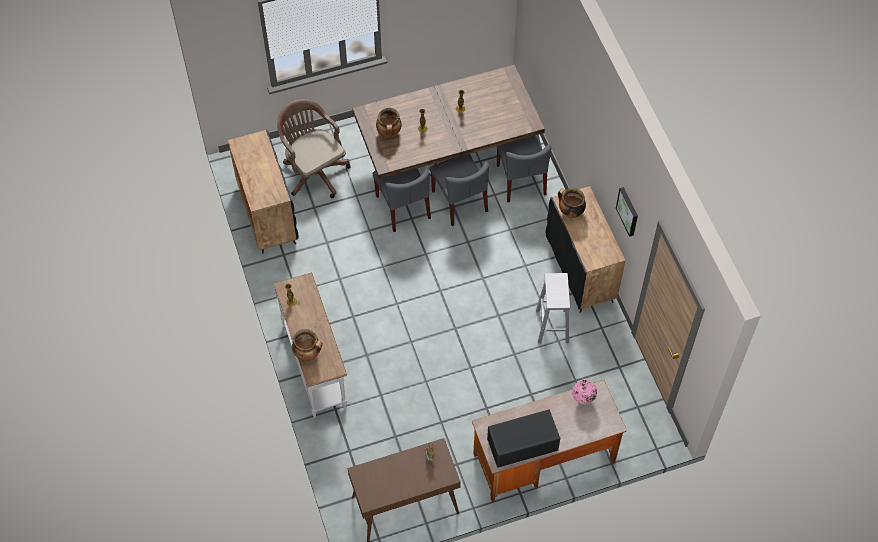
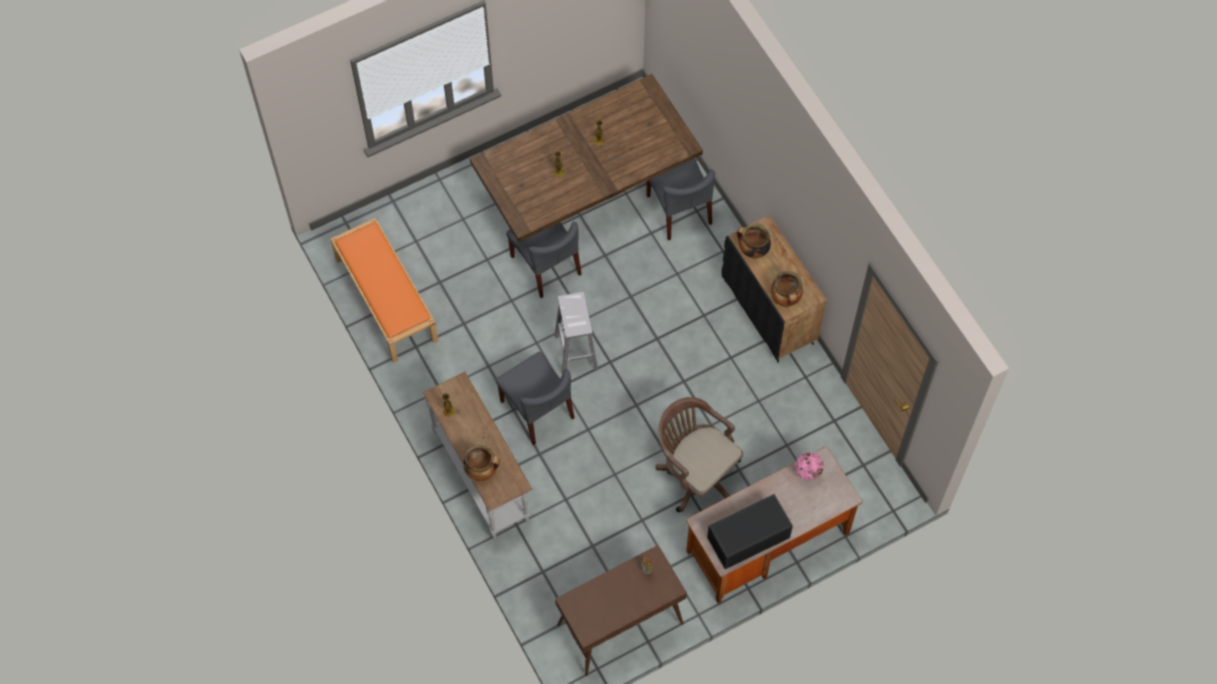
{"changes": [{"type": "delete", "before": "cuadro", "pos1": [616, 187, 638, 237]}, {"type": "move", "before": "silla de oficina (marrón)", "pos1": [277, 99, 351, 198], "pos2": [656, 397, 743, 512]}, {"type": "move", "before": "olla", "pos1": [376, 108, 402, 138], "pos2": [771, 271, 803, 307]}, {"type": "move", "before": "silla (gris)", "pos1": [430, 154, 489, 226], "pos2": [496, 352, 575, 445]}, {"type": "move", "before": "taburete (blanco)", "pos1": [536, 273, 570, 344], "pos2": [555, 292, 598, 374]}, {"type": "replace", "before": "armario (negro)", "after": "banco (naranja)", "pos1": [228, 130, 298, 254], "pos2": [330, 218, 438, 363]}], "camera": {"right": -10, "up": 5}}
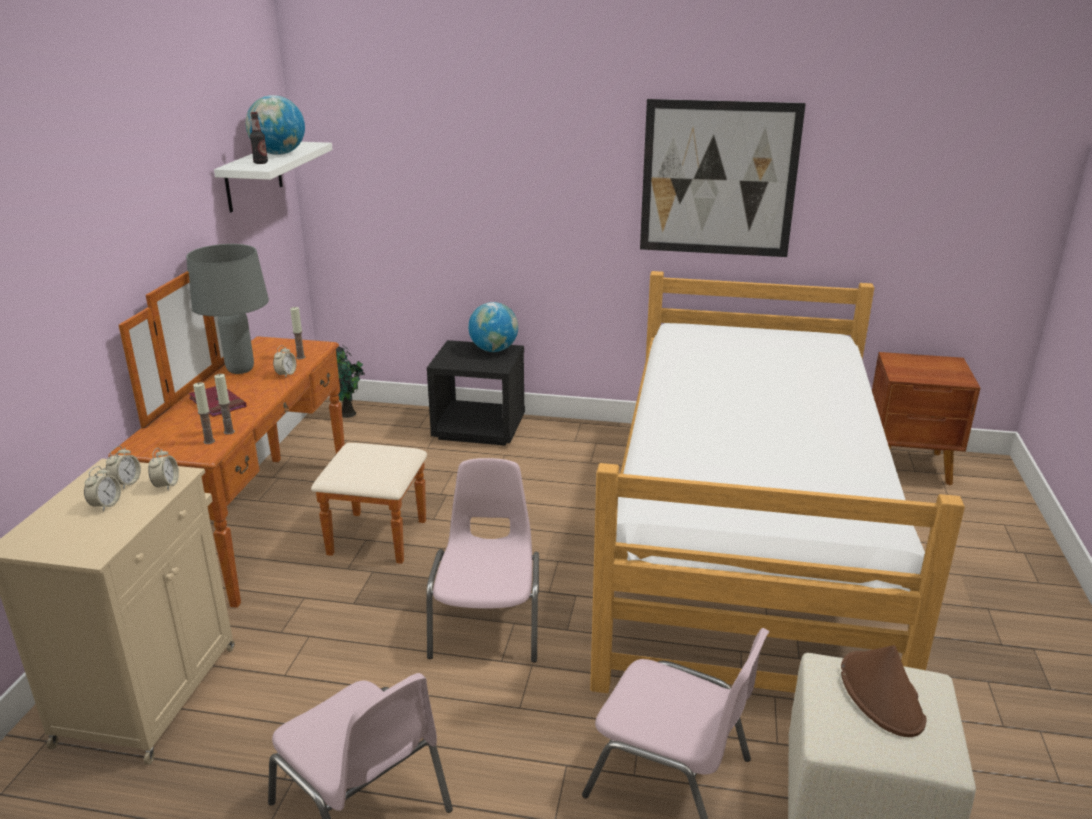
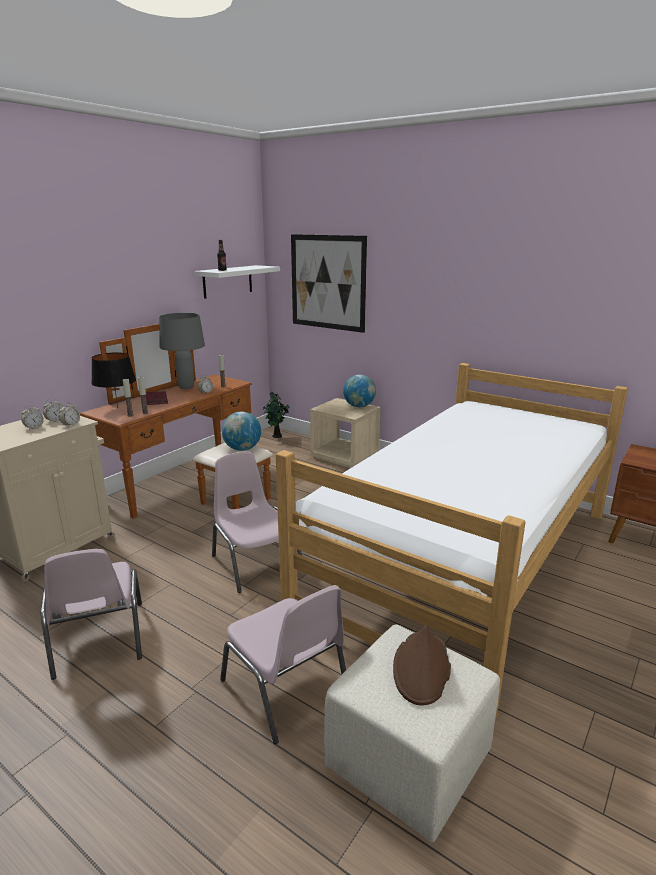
{"changes": [{"type": "insert", "after": "lámpara de mesa (negro)", "pos2": [91, 352, 136, 408]}, {"type": "move", "before": "globo terráqueo", "pos1": [246, 95, 305, 155], "pos2": [222, 412, 261, 451]}, {"type": "move", "before": "cuadro", "pos1": [640, 99, 806, 257], "pos2": [291, 234, 367, 333]}, {"type": "recolor", "before": "mesita de noche (negro)", "after": "mesita de noche (beis)", "pos1": [427, 340, 525, 446], "pos2": [310, 398, 381, 468]}, {"type": "rotate", "before": "silla (rosa)", "pos1": [426, 458, 539, 662], "pos2": [212, 451, 302, 593], "turn": -60}], "camera": {"right": 25, "up": -5}}
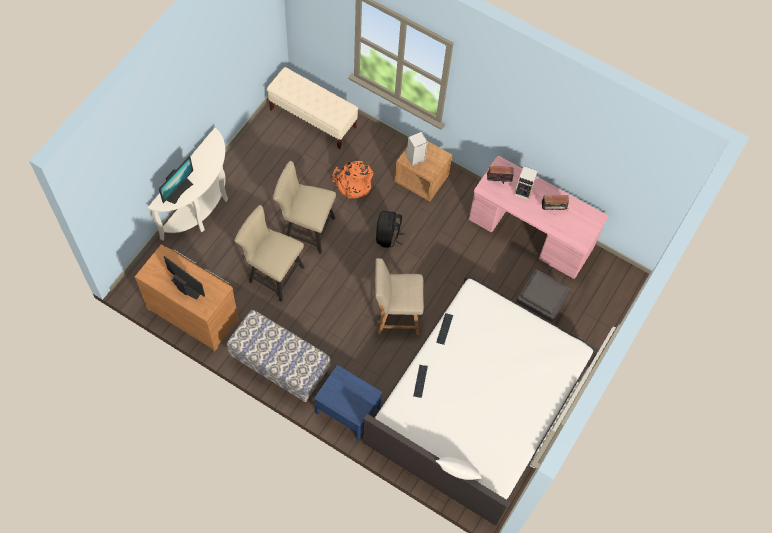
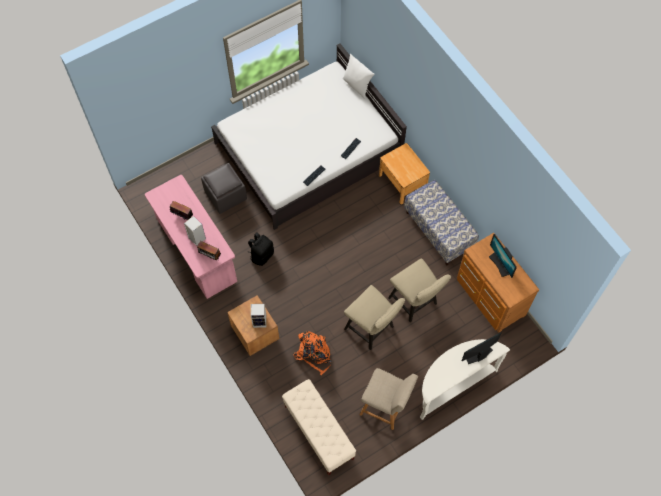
{"changes": [{"type": "move", "before": "silla (beis)", "pos1": [375, 258, 424, 335], "pos2": [360, 368, 418, 430]}, {"type": "move", "before": "mochila (negro)", "pos1": [376, 211, 405, 248], "pos2": [248, 232, 274, 266]}, {"type": "recolor", "before": "mesita de noche (azul)", "after": "mesita de noche (marrón)", "pos1": [315, 365, 382, 440], "pos2": [379, 143, 430, 205]}], "camera": {"right": -150, "up": 0}}
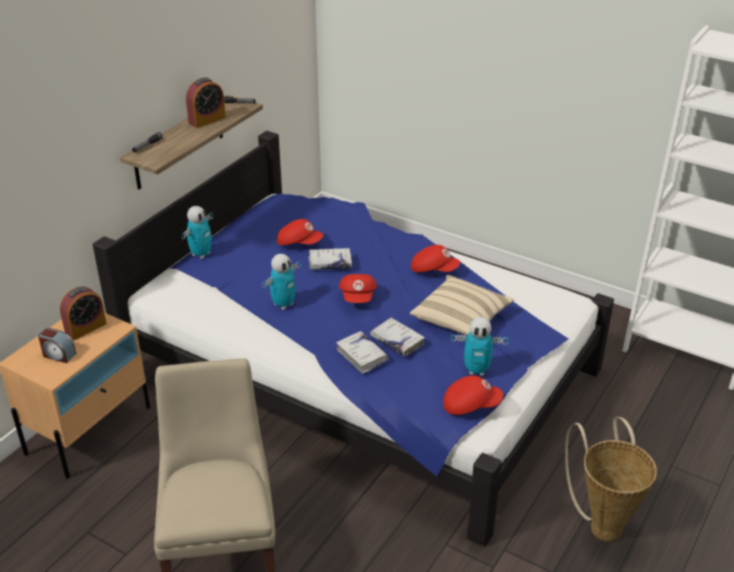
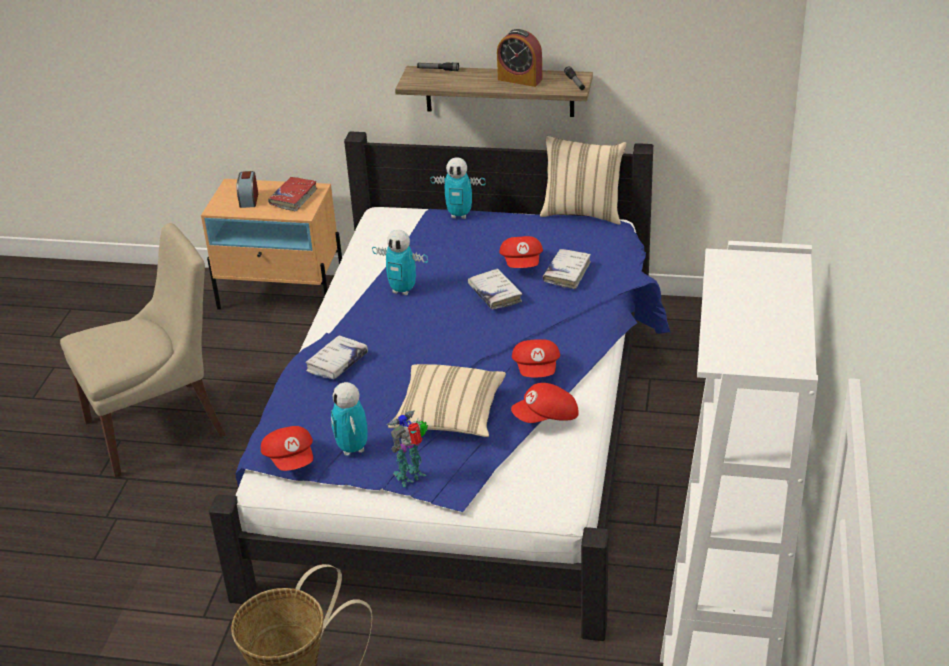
{"changes": [{"type": "insert", "after": "robot de juguete", "pos2": [387, 411, 428, 487]}, {"type": "insert", "after": "cojín (beis)", "pos2": [540, 136, 626, 225]}, {"type": "move", "before": "gorra (rojo)", "pos1": [339, 274, 377, 303], "pos2": [511, 383, 579, 423]}, {"type": "move", "before": "libro (blanco)", "pos1": [370, 318, 425, 356], "pos2": [543, 249, 591, 289]}, {"type": "replace", "before": "despertador", "after": "libro (rojo)", "pos1": [60, 286, 107, 340], "pos2": [268, 177, 318, 211]}], "camera": {"right": 70, "up": 0}}
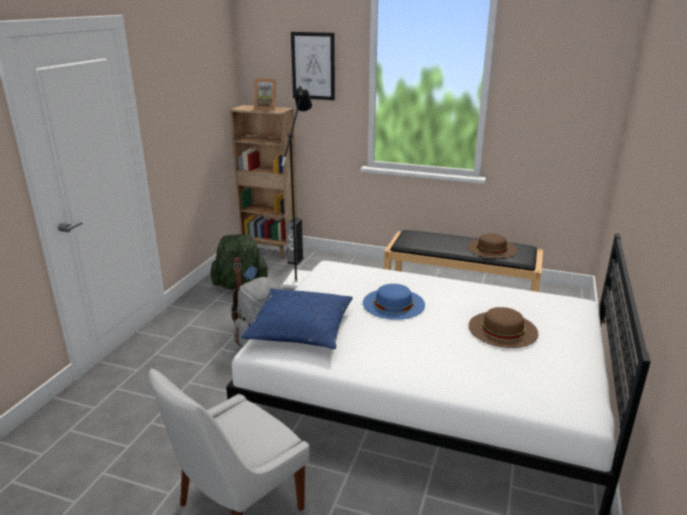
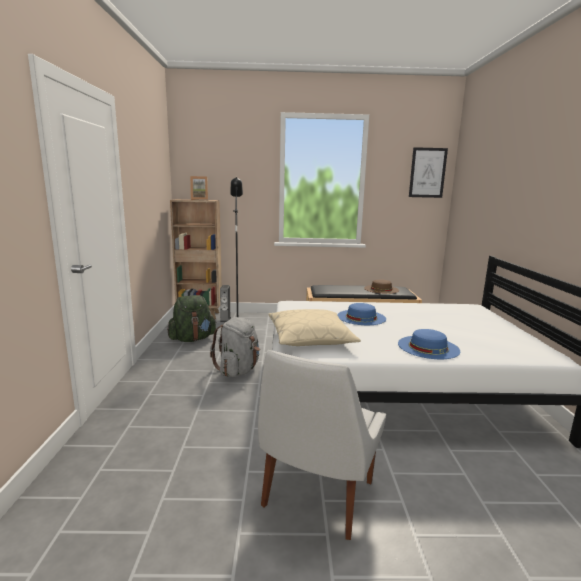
{"changes": [{"type": "delete", "before": "sombrero (marrón)", "pos1": [469, 307, 538, 348]}, {"type": "insert", "after": "sombrero (azul)", "pos2": [398, 329, 460, 359]}, {"type": "move", "before": "cuadro", "pos1": [291, 32, 335, 100], "pos2": [409, 147, 448, 198]}, {"type": "recolor", "before": "cojín (azul)", "after": "cojín (beis)", "pos1": [241, 288, 353, 349], "pos2": [269, 309, 361, 346]}], "camera": {"right": -20, "up": -10}}
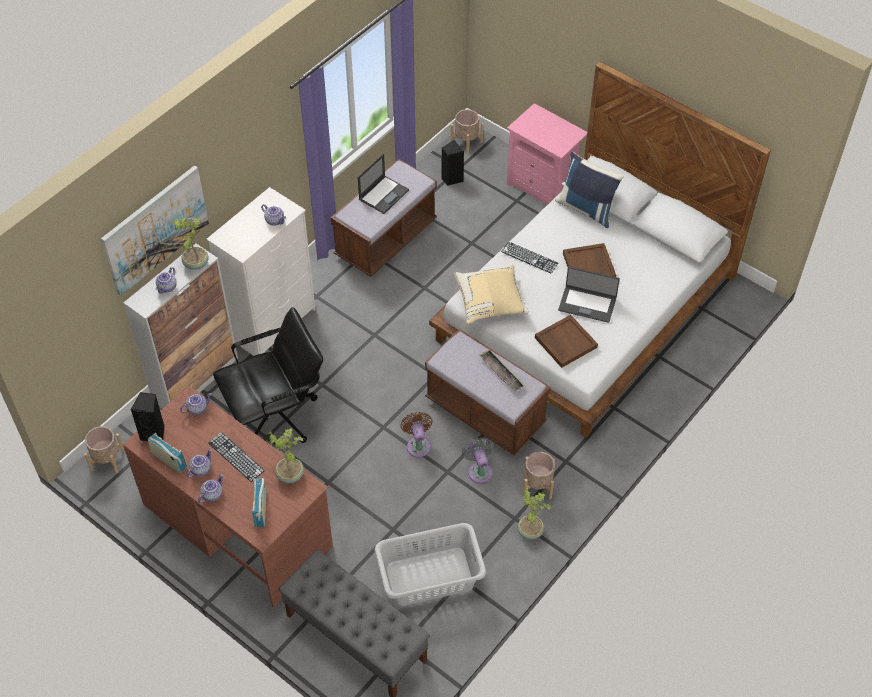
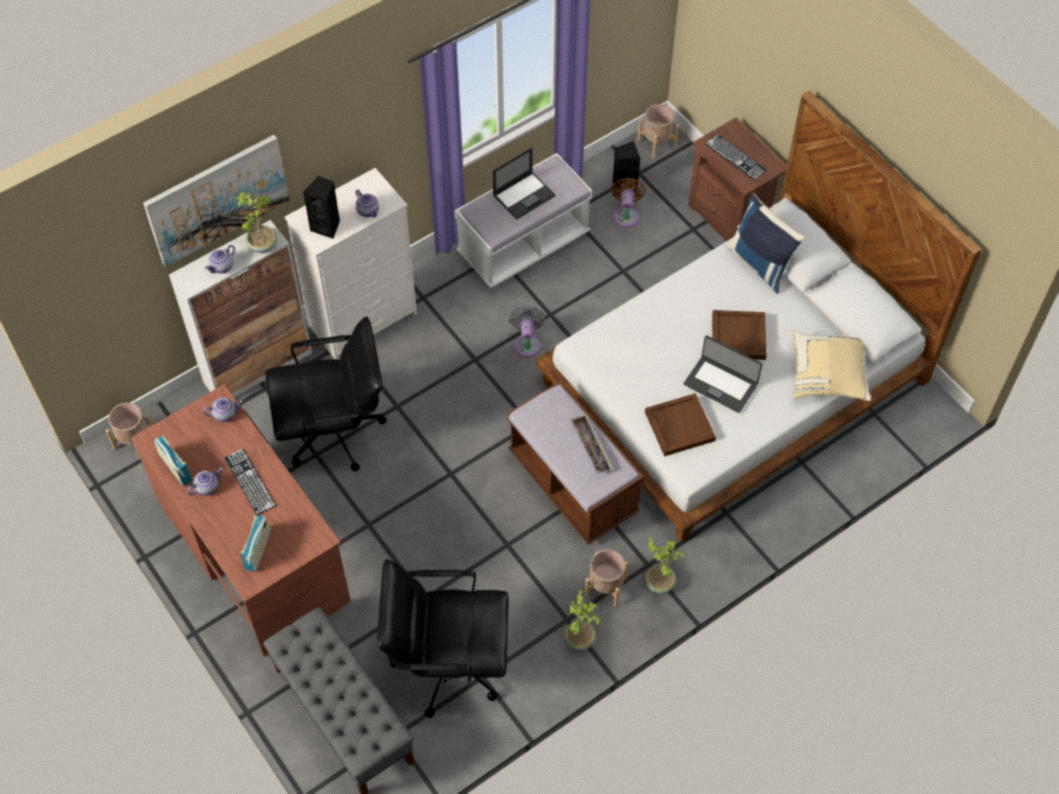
{"changes": [{"type": "delete", "before": "tetera", "pos1": [198, 474, 223, 503]}, {"type": "move", "before": "altavoz (negro)", "pos1": [131, 392, 165, 441], "pos2": [303, 176, 340, 239]}, {"type": "move", "before": "planta en maceta", "pos1": [268, 428, 304, 483], "pos2": [645, 537, 686, 594]}, {"type": "move", "before": "ventilador (marrón)", "pos1": [400, 412, 433, 458], "pos2": [611, 178, 645, 228]}, {"type": "move", "before": "cojín (beis)", "pos1": [454, 265, 529, 324], "pos2": [792, 330, 871, 401]}, {"type": "move", "before": "ventilador (gris)", "pos1": [462, 438, 494, 484], "pos2": [509, 306, 545, 357]}, {"type": "move", "before": "teclado", "pos1": [501, 242, 558, 274], "pos2": [705, 134, 766, 180]}, {"type": "replace", "before": "cesto de la ropa (gris)", "after": "silla de oficina (negro)", "pos1": [374, 523, 486, 606], "pos2": [377, 559, 509, 718]}, {"type": "recolor", "before": "banco (marrón)", "after": "banco (blanco)", "pos1": [331, 159, 437, 277], "pos2": [455, 153, 592, 288]}, {"type": "recolor", "before": "mesita de noche (rosa)", "after": "mesita de noche (marrón)", "pos1": [507, 103, 587, 205], "pos2": [688, 118, 787, 241]}], "camera": {"right": 15, "up": 5}}
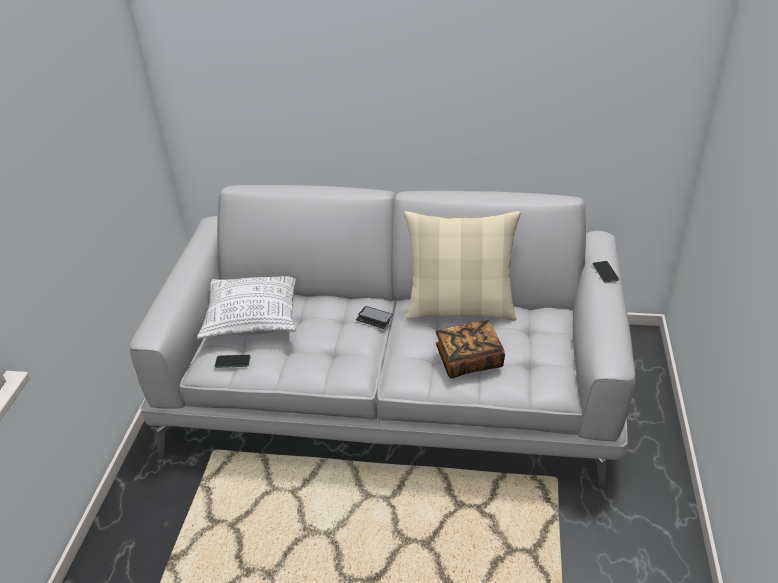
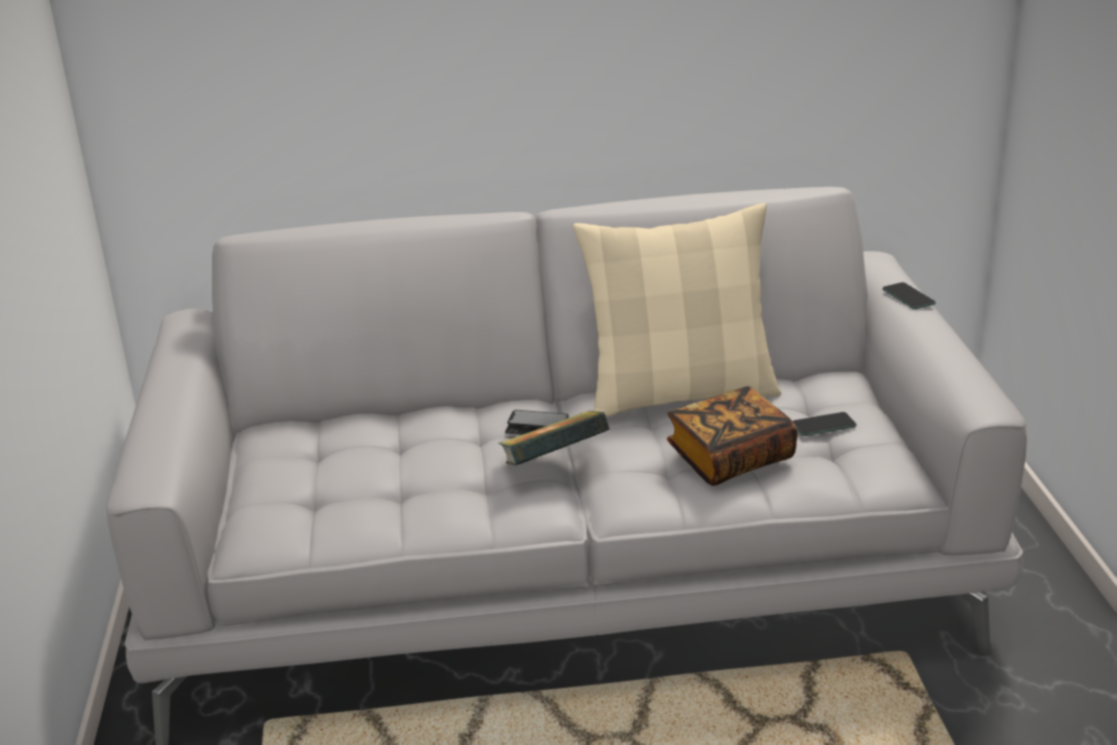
{"changes": [{"type": "delete", "before": "cojín", "pos1": [197, 276, 296, 339]}, {"type": "insert", "after": "libro", "pos2": [499, 411, 610, 466]}, {"type": "move", "before": "móvil", "pos1": [215, 355, 251, 368], "pos2": [793, 412, 856, 436]}], "camera": {"right": -15, "up": -10}}
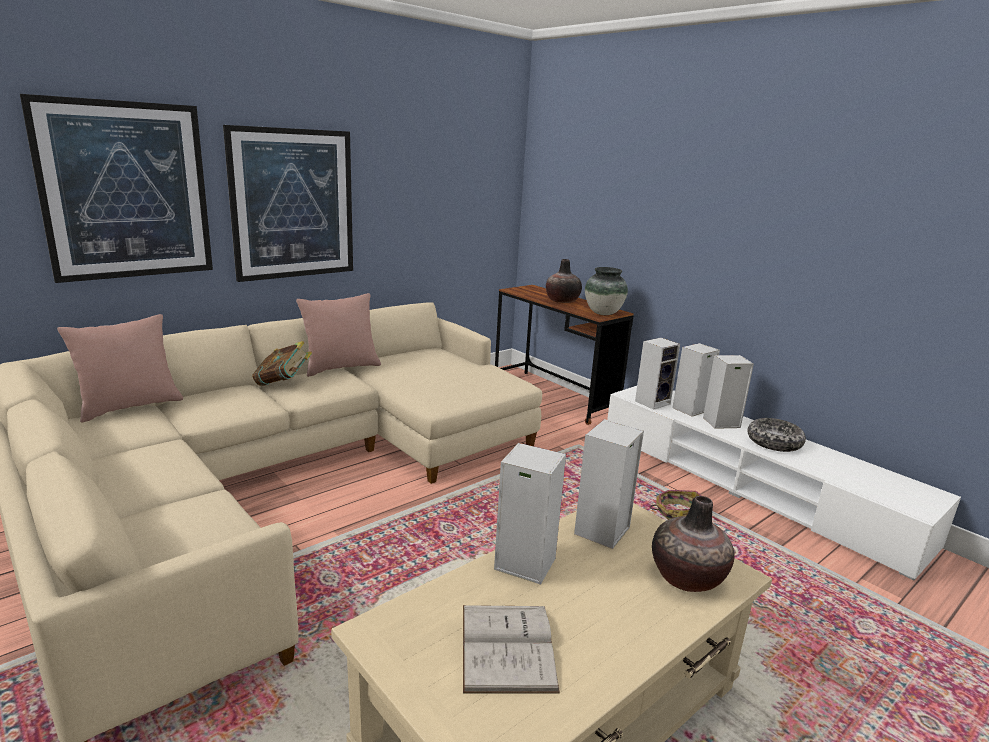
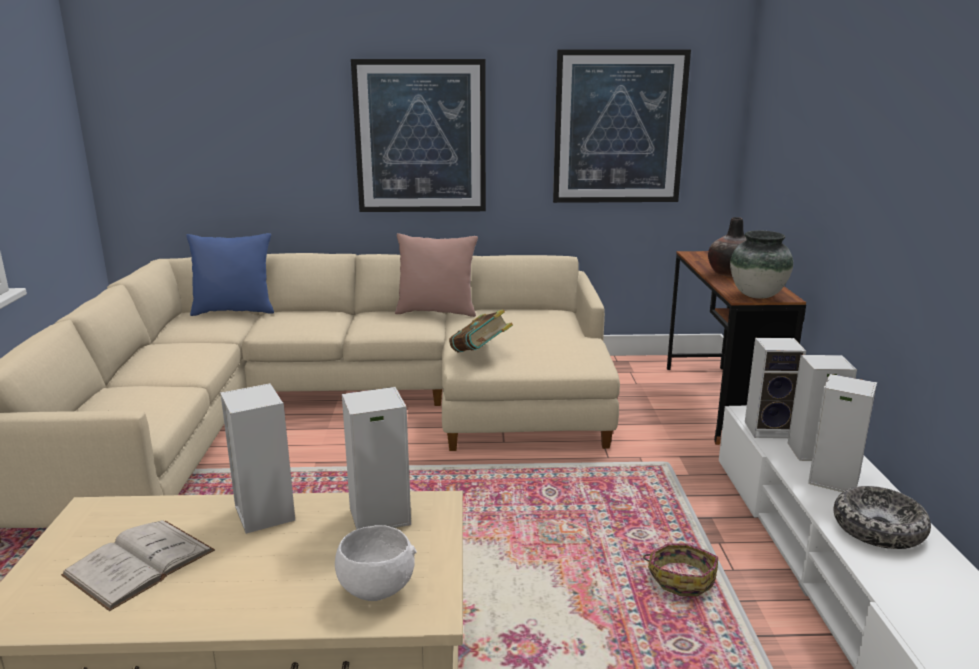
{"changes": [{"type": "move", "before": "cuadro", "pos1": [20, 94, 213, 283], "pos2": [553, 50, 691, 203]}, {"type": "move", "before": "libro", "pos1": [252, 341, 312, 386], "pos2": [449, 309, 513, 353]}, {"type": "replace", "before": "florero", "after": "cuenco (blanco)", "pos1": [652, 496, 734, 592], "pos2": [335, 525, 417, 601]}, {"type": "recolor", "before": "cojín (rosa)", "after": "cojín (azul)", "pos1": [57, 314, 183, 423], "pos2": [186, 233, 274, 316]}], "camera": {"right": 40, "up": 0}}
